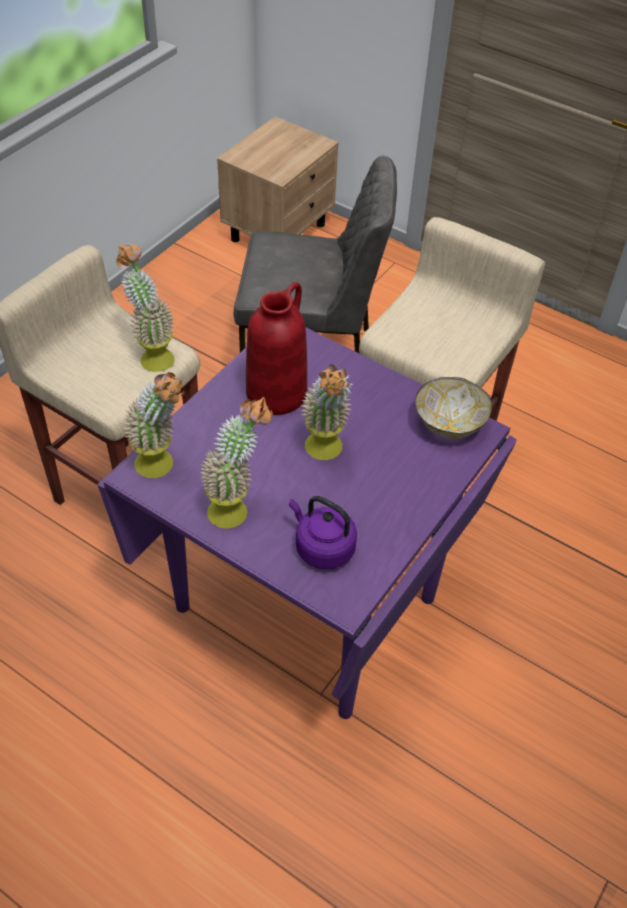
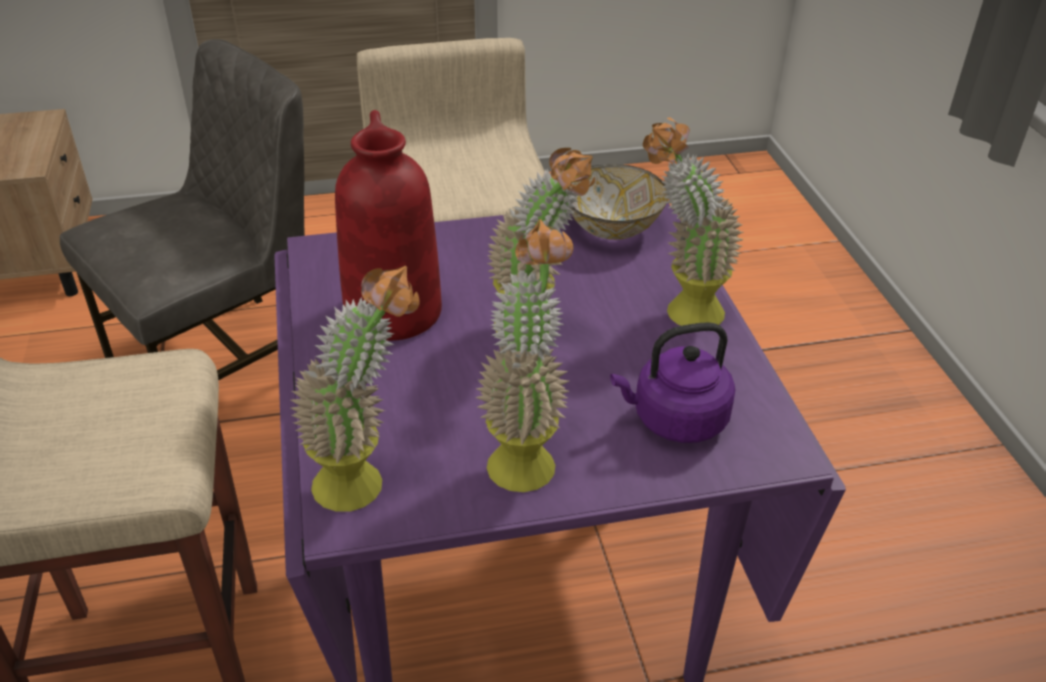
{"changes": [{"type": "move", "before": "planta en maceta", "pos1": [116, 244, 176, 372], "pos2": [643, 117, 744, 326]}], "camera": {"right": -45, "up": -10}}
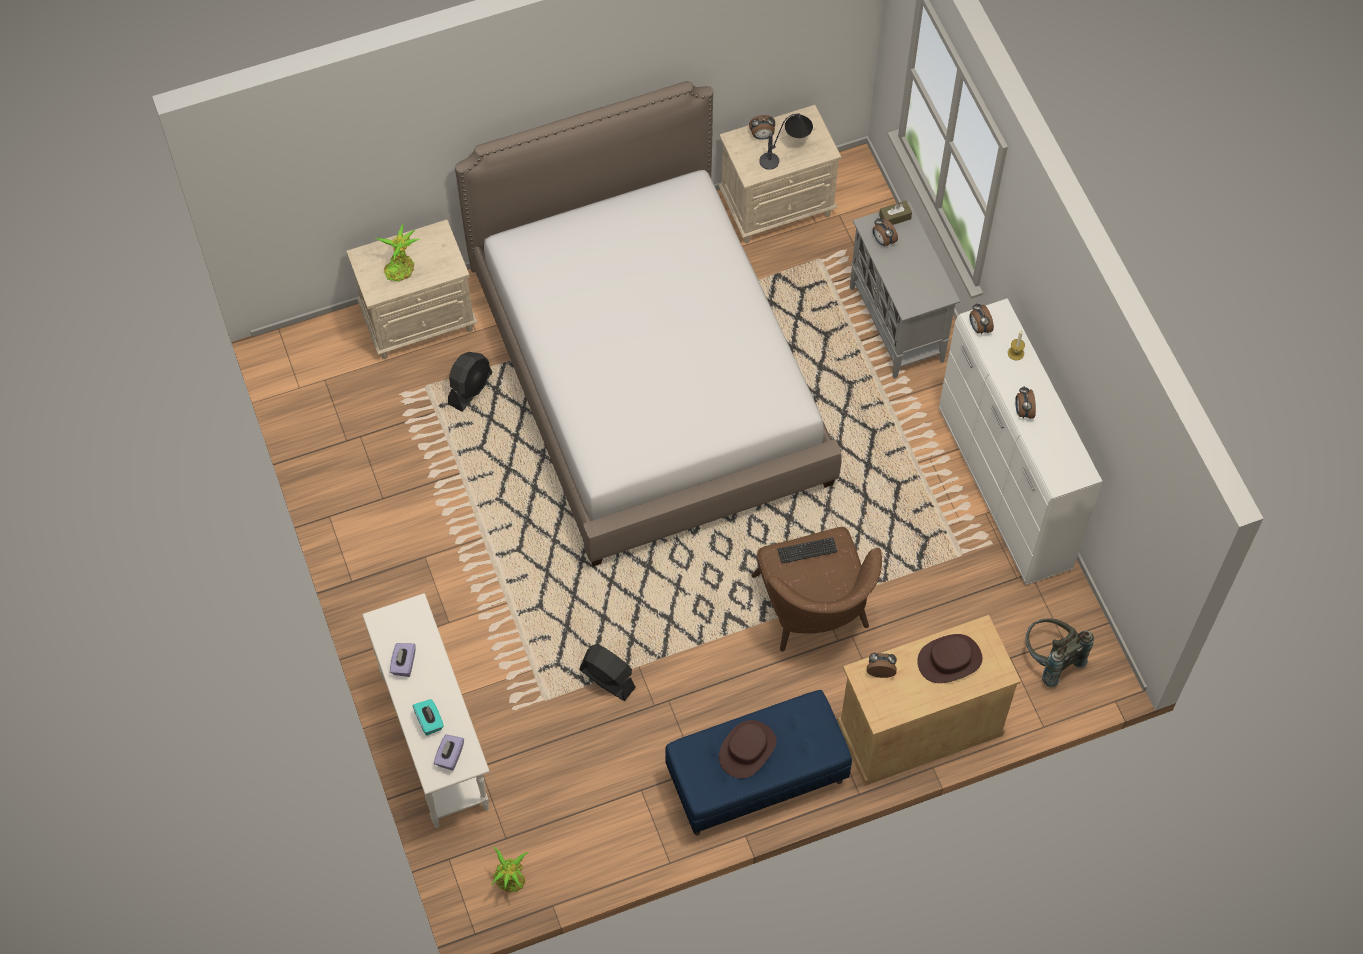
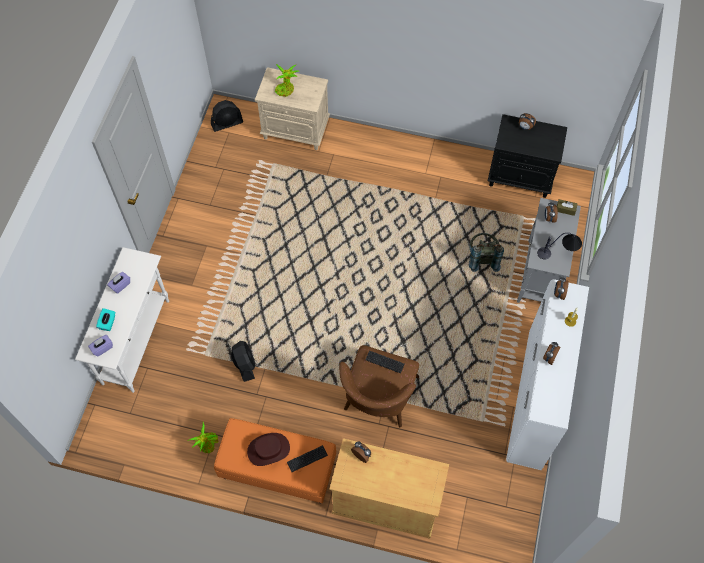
{"changes": [{"type": "delete", "before": "cama", "pos1": [455, 81, 842, 567]}, {"type": "delete", "before": "sombrero (marrón)", "pos1": [917, 634, 982, 683]}, {"type": "insert", "after": "teclado", "pos2": [287, 445, 328, 472]}, {"type": "move", "before": "ventilador (negro)", "pos1": [448, 352, 493, 412], "pos2": [211, 100, 243, 132]}, {"type": "move", "before": "planta en maceta", "pos1": [491, 847, 529, 892], "pos2": [187, 422, 218, 453]}, {"type": "move", "before": "lámpara de mesa", "pos1": [759, 113, 813, 170], "pos2": [537, 233, 582, 259]}, {"type": "move", "before": "mochila (gris)", "pos1": [1025, 618, 1094, 687], "pos2": [469, 233, 504, 272]}, {"type": "recolor", "before": "banco (azul)", "after": "banco (naranja)", "pos1": [665, 690, 852, 835], "pos2": [214, 418, 336, 503]}, {"type": "recolor", "before": "mesita de noche (beis)", "after": "mesita de noche (negro)", "pos1": [718, 105, 841, 243], "pos2": [488, 114, 567, 198]}], "camera": {"right": 35, "up": 0}}
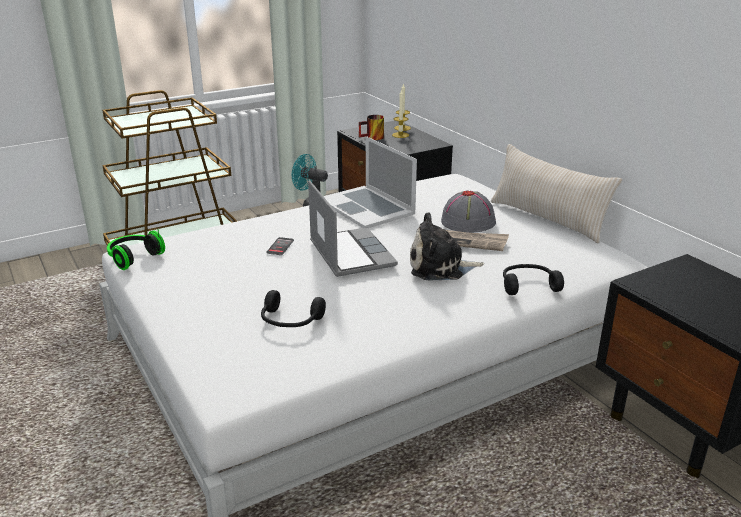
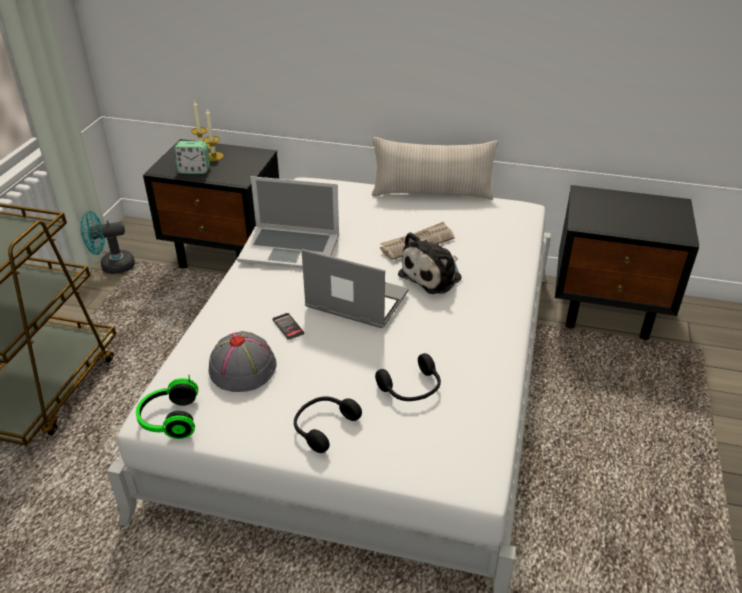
{"changes": [{"type": "move", "before": "sombrero (gris)", "pos1": [441, 190, 496, 233], "pos2": [209, 331, 277, 392]}, {"type": "move", "before": "auriculares (negro)", "pos1": [503, 264, 564, 295], "pos2": [294, 396, 362, 453]}, {"type": "replace", "before": "taza grande", "after": "despertador", "pos1": [359, 115, 384, 140], "pos2": [173, 141, 210, 174]}], "camera": {"right": -45, "up": 10}}
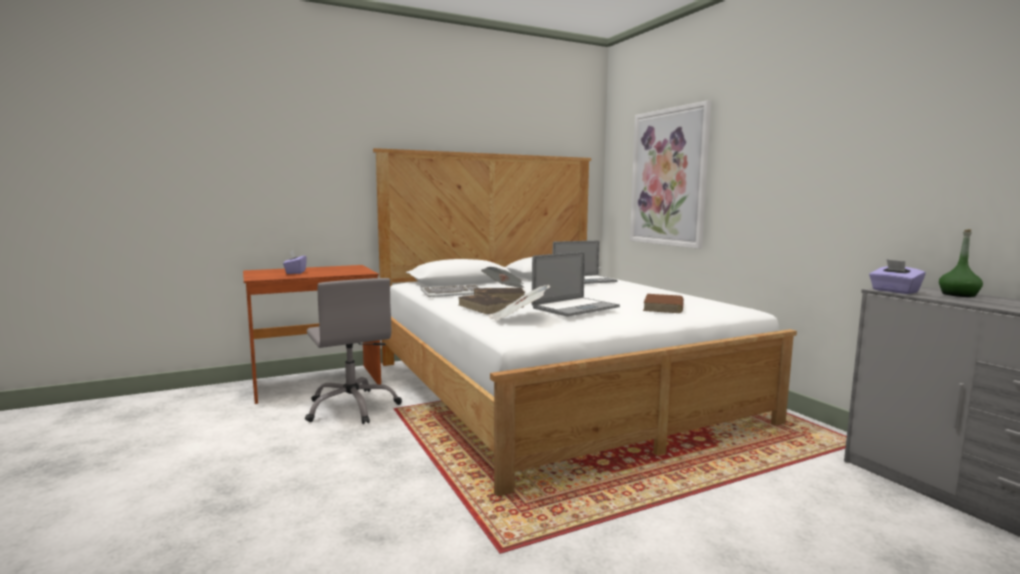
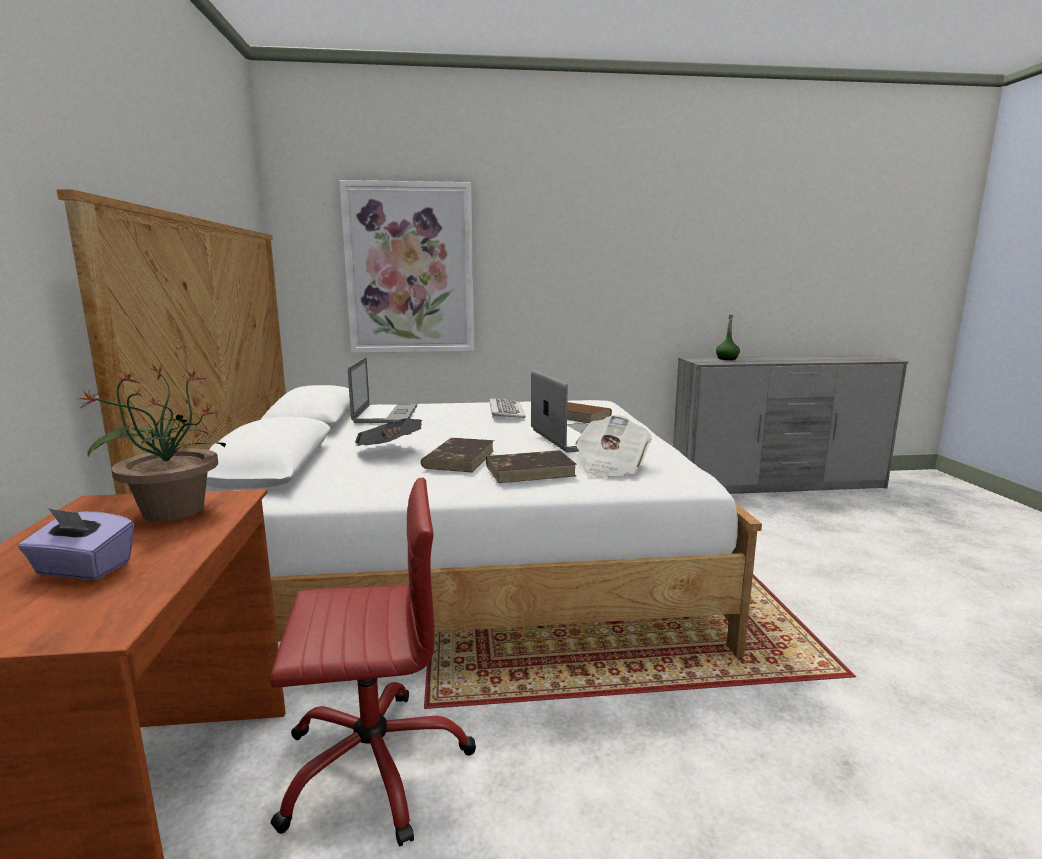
{"changes": [{"type": "delete", "before": "caja de pañuelos (morado)", "pos1": [869, 259, 926, 294]}, {"type": "insert", "after": "planta en maceta", "pos2": [79, 364, 226, 522]}, {"type": "move", "before": "teclado", "pos1": [421, 284, 479, 297], "pos2": [489, 398, 526, 418]}, {"type": "recolor", "before": "silla de oficina (gris)", "after": "silla de oficina (rojo)", "pos1": [305, 278, 402, 424], "pos2": [270, 478, 476, 847]}], "camera": {"right": -70, "up": 5}}
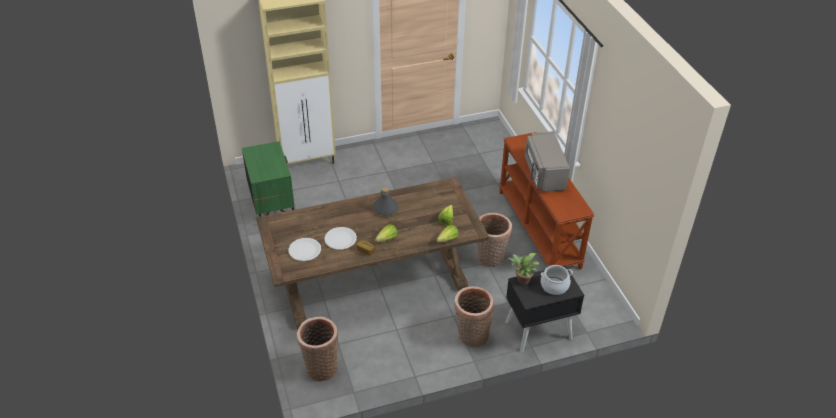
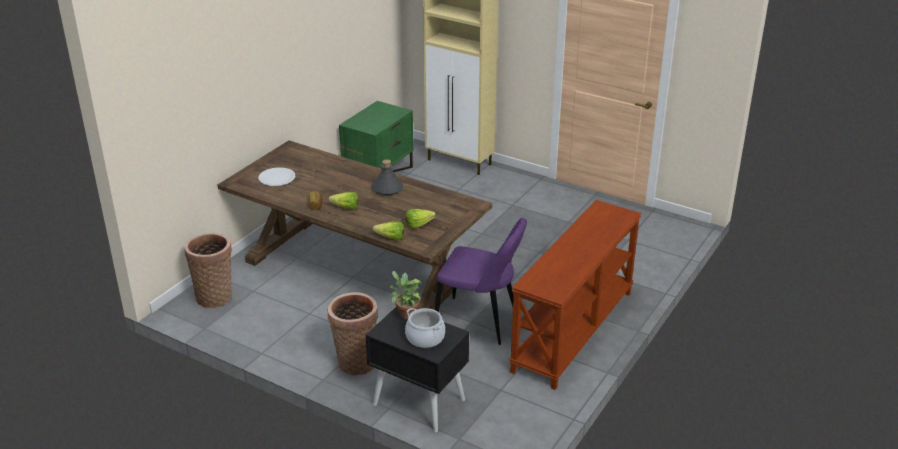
{"changes": [{"type": "delete", "before": "plato (blanco)", "pos1": [324, 227, 357, 250]}, {"type": "delete", "before": "microondas (gris)", "pos1": [525, 131, 570, 192]}, {"type": "replace", "before": "cesta", "after": "silla (morado)", "pos1": [477, 213, 512, 267], "pos2": [435, 218, 527, 345]}], "camera": {"right": 50, "up": -10}}
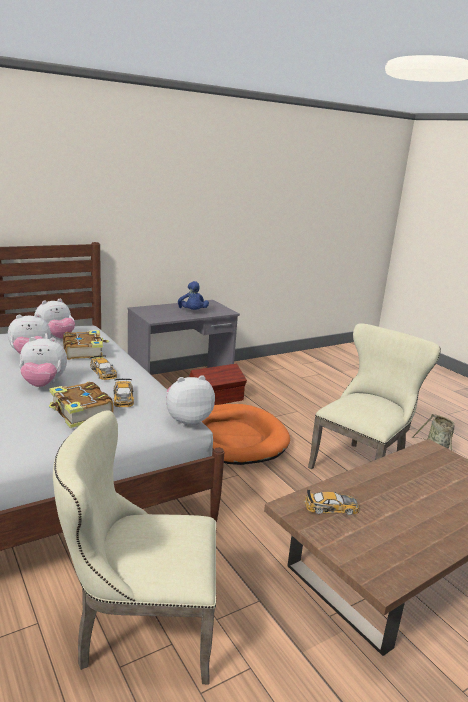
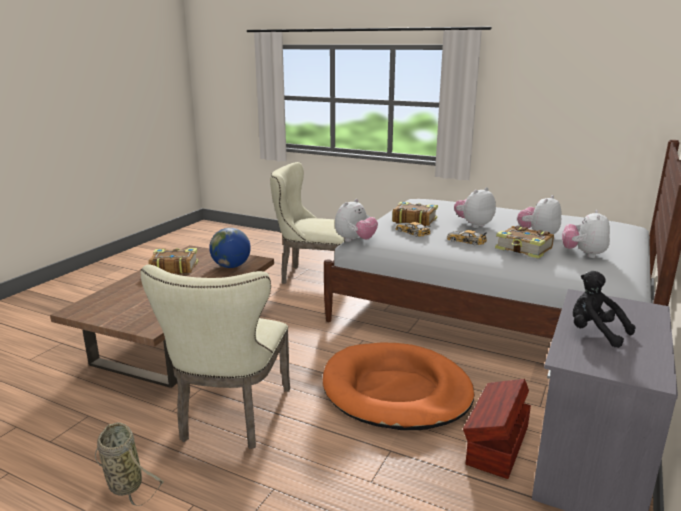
{"changes": [{"type": "insert", "after": "libro", "pos2": [148, 248, 198, 274]}, {"type": "replace", "before": "coche de juguete", "after": "globo terráqueo", "pos1": [305, 490, 359, 515], "pos2": [209, 228, 251, 268]}, {"type": "recolor", "before": "peluche (azul)", "after": "peluche (negro)", "pos1": [178, 281, 209, 310], "pos2": [573, 271, 636, 348]}, {"type": "rotate", "before": "silla (beis)", "pos1": [53, 410, 216, 684], "pos2": [270, 162, 345, 284], "turn": -135}], "camera": {"right": 150, "up": 0}}
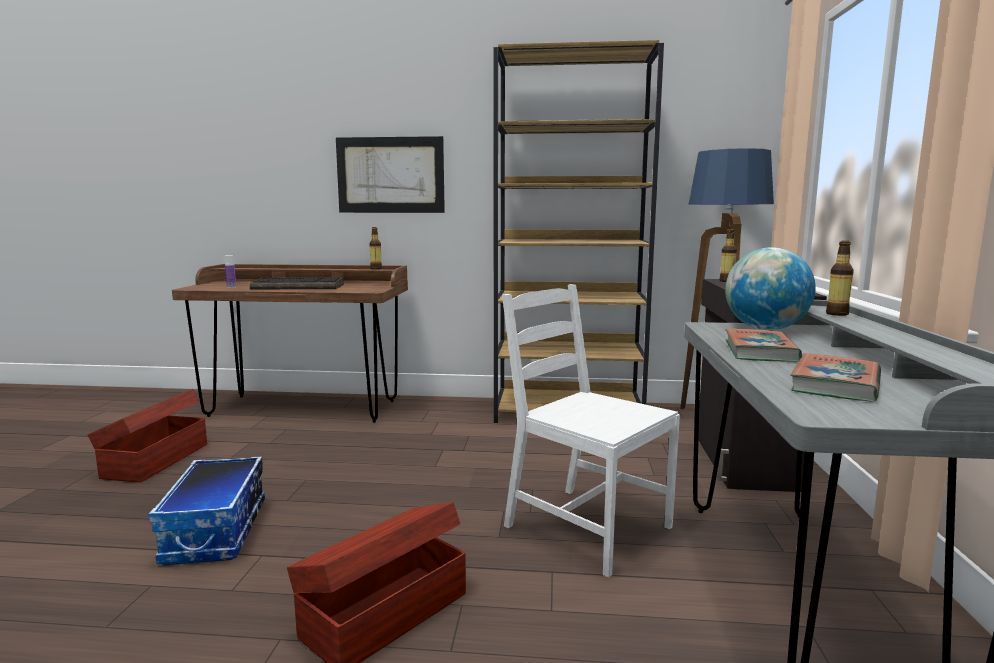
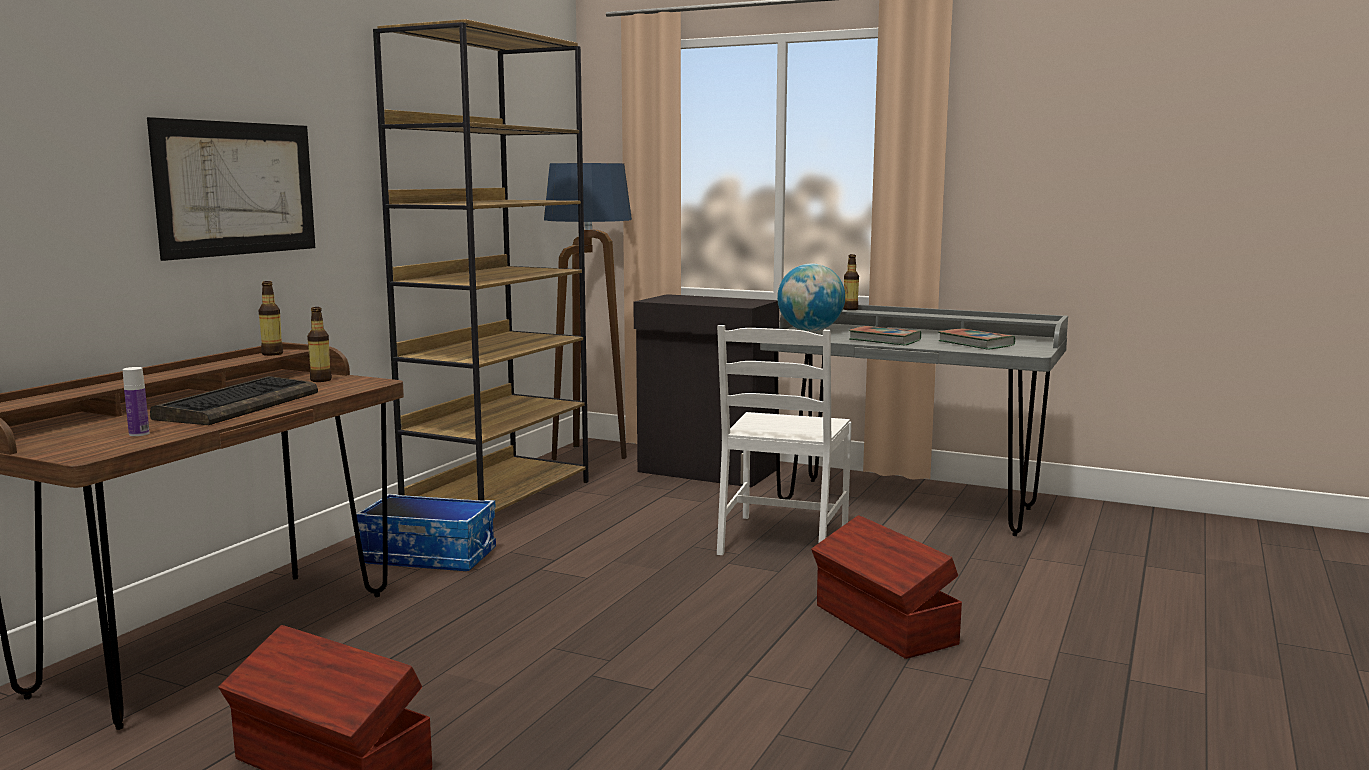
{"changes": [{"type": "move", "before": "caja de almacenaje", "pos1": [149, 456, 265, 565], "pos2": [356, 494, 496, 571]}, {"type": "move", "before": "botella", "pos1": [719, 229, 737, 282], "pos2": [307, 307, 332, 382]}, {"type": "rotate", "before": "silla (blanco)", "pos1": [502, 284, 680, 578], "pos2": [717, 325, 852, 555], "turn": -45}], "camera": {"right": -70, "up": 0}}
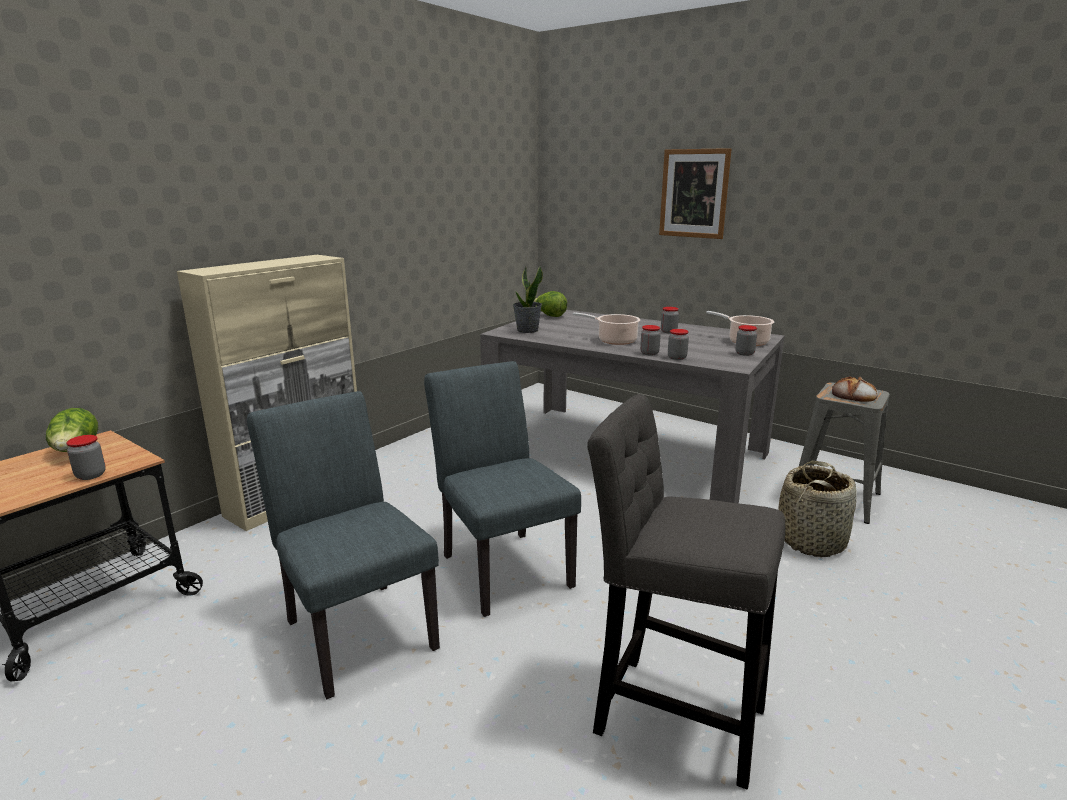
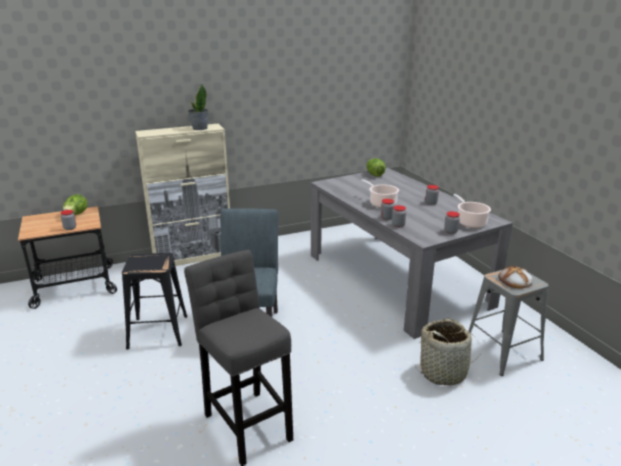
{"changes": [{"type": "delete", "before": "cuadro", "pos1": [659, 148, 732, 239]}, {"type": "move", "before": "planta en maceta", "pos1": [513, 266, 543, 333], "pos2": [188, 83, 208, 130]}, {"type": "replace", "before": "silla (gris)", "after": "taburete (negro)", "pos1": [247, 391, 440, 699], "pos2": [122, 253, 187, 349]}], "camera": {"right": 30, "up": 5}}
